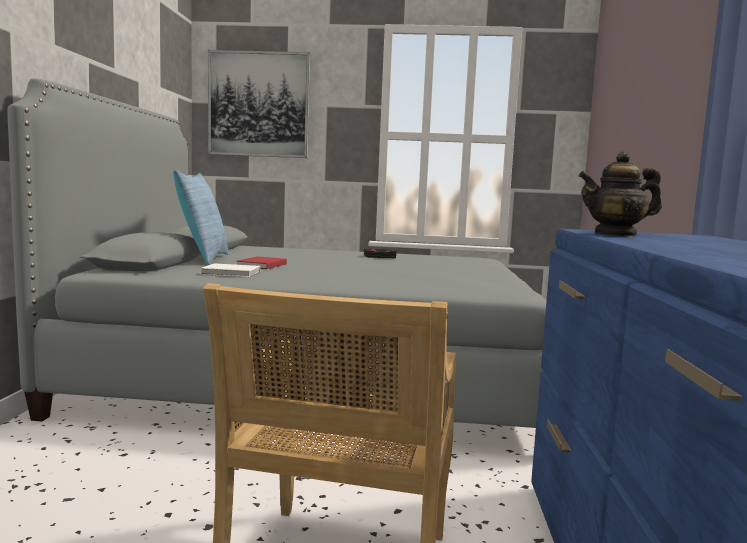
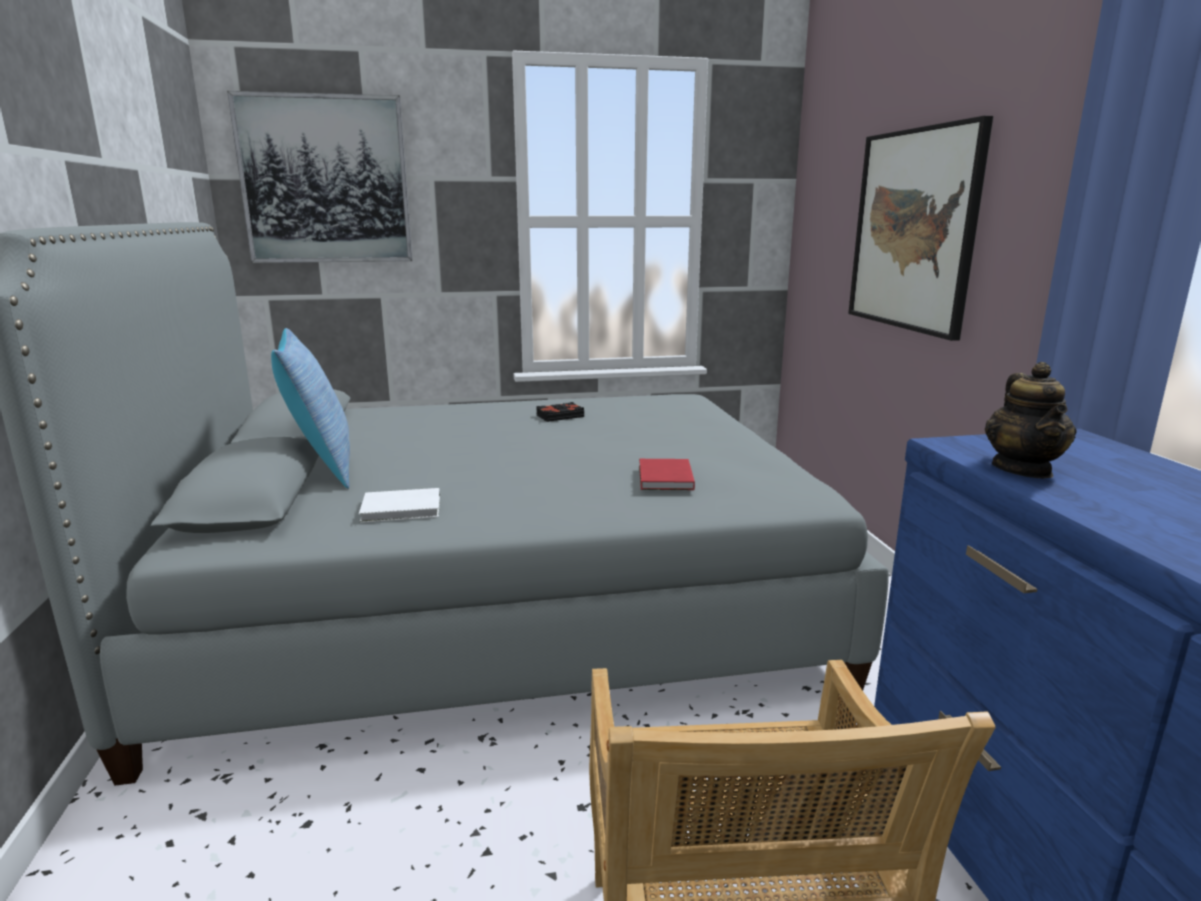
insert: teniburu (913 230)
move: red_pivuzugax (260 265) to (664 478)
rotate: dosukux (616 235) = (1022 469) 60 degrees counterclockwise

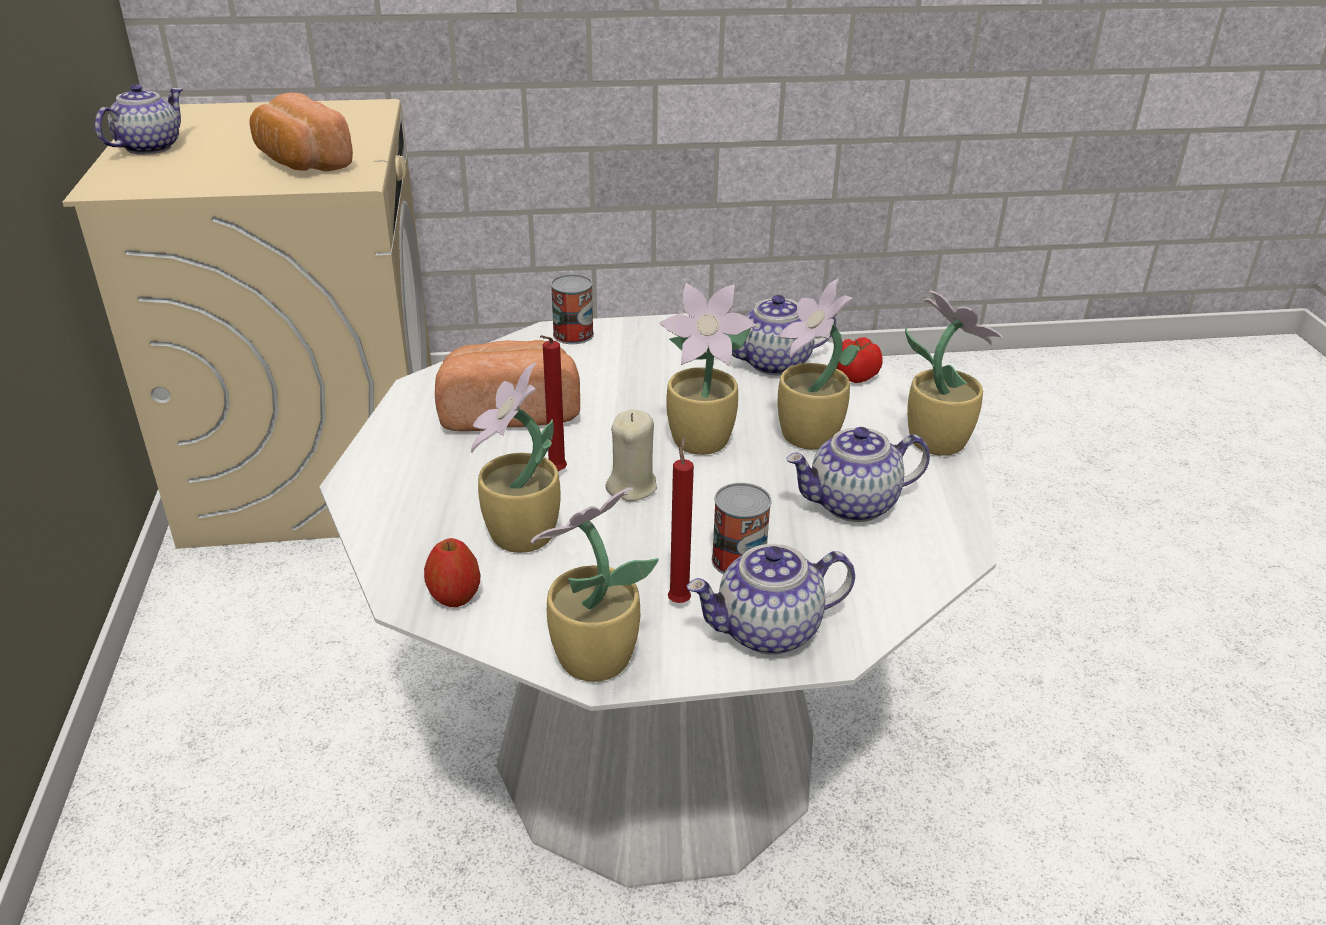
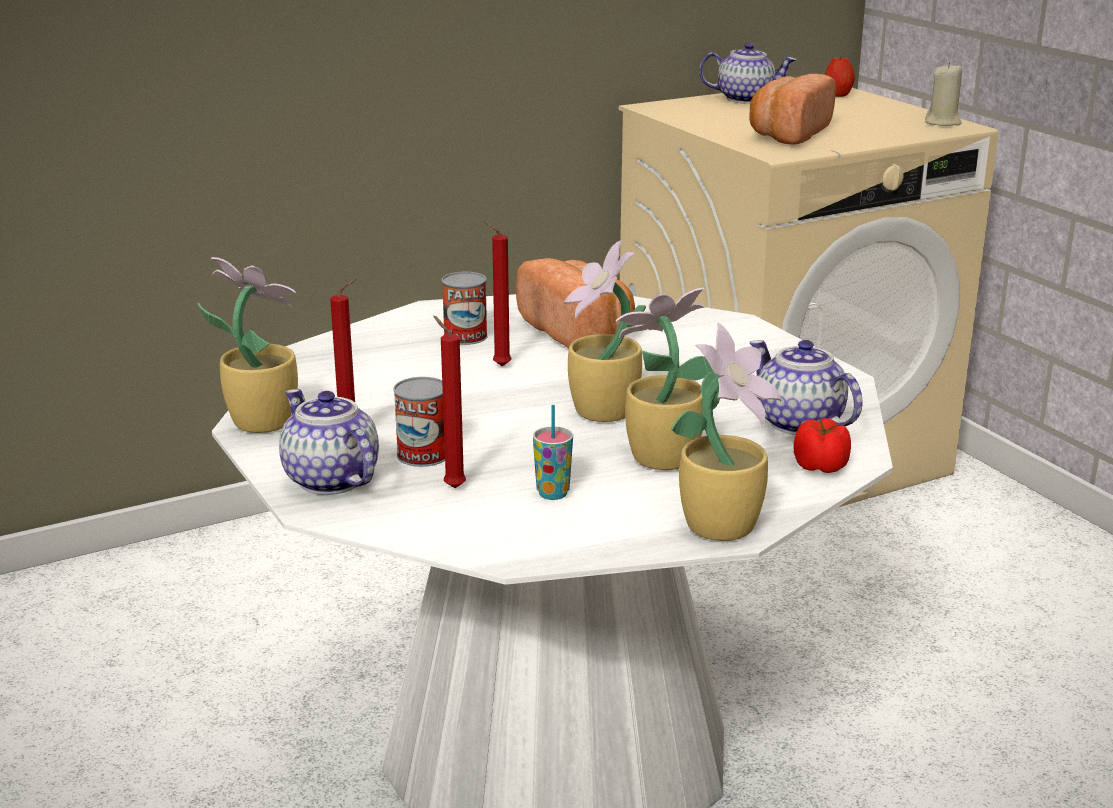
delete: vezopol (521 538)
insert: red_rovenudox (452 487)
move: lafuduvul (573 334) to (465 336); beige_rovenudox (632 486) to (943 123); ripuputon (455 596) to (838 95)
replace: dosukux (852 504) to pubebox (553 493)

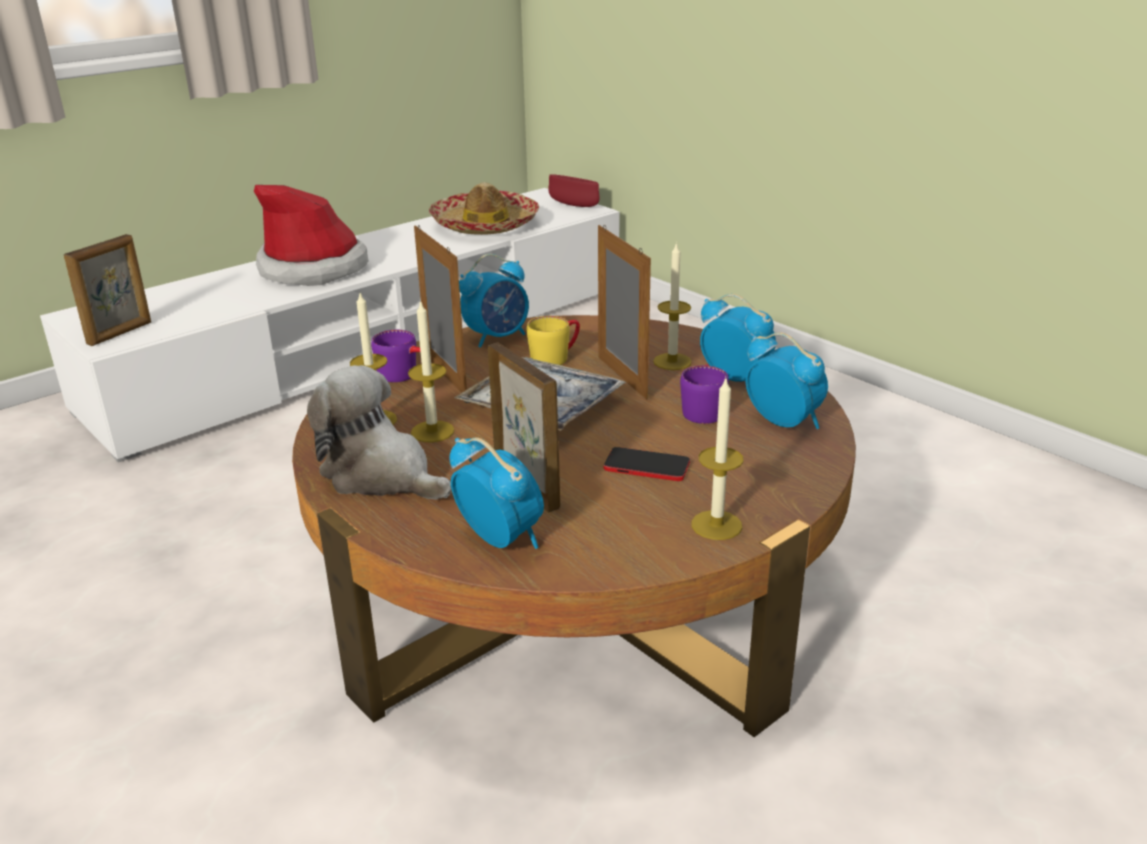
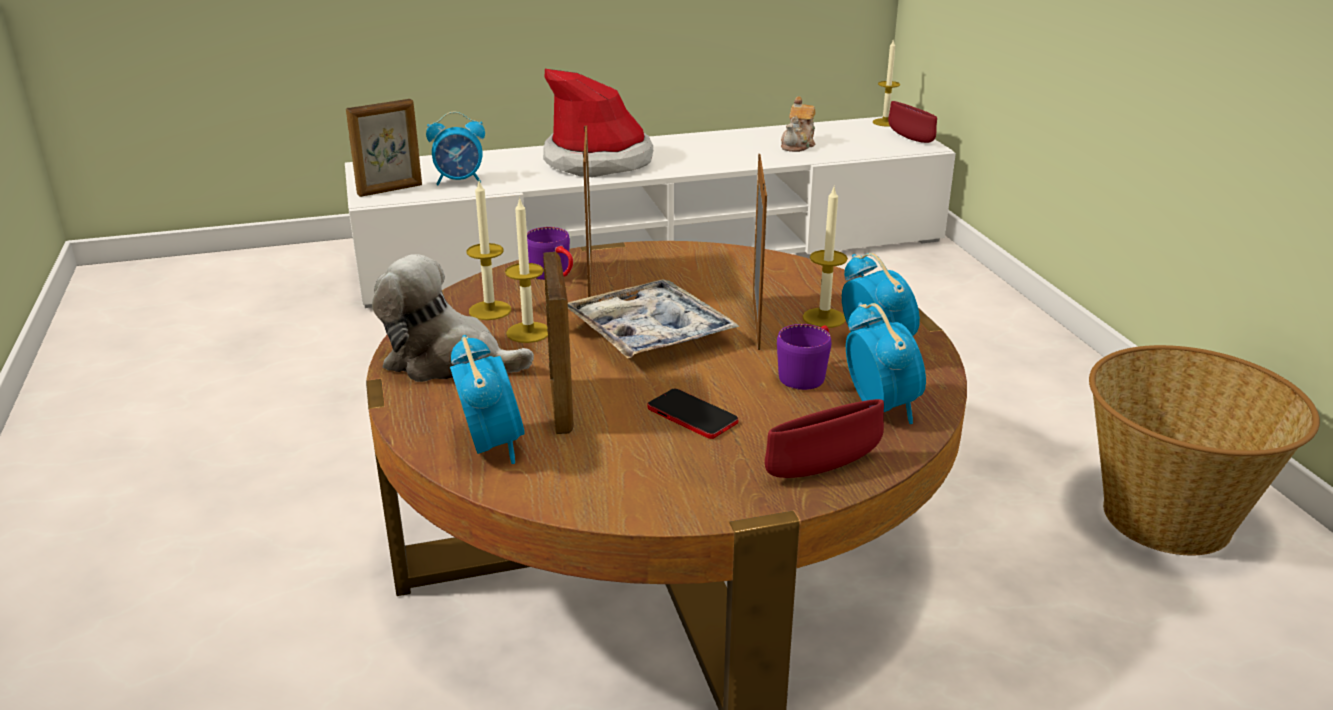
delete: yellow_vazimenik (556 356)
insert: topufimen (1168 516); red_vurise (823 468)
move: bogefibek (498 337) to (460 181); rovenudox (716 525) to (885 122)
replace: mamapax (485 225) to dosukux (798 145)
rotate: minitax (381 475) = (447 361) 45 degrees counterclockwise

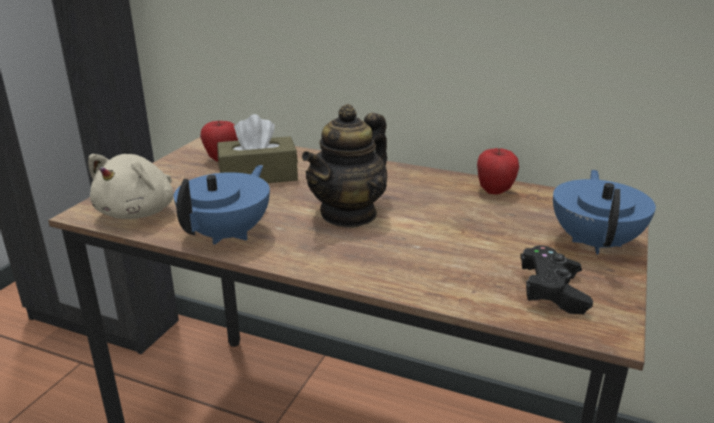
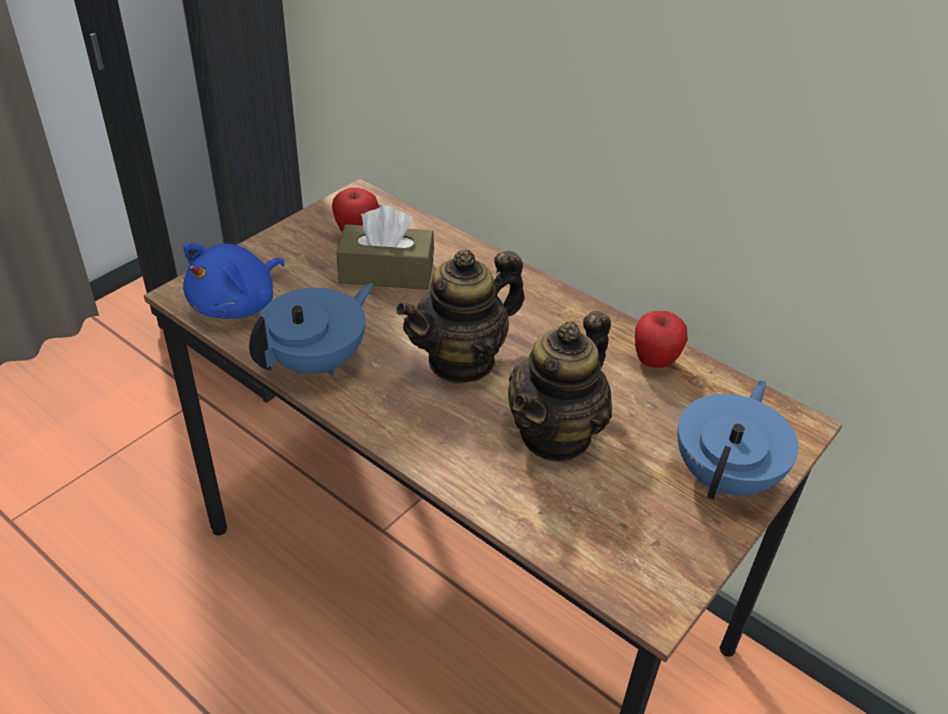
delete: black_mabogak (552 292)
insert: dosukux (556 434)
recolor: beige_minitax (139 212) to blue_minitax (237 304)

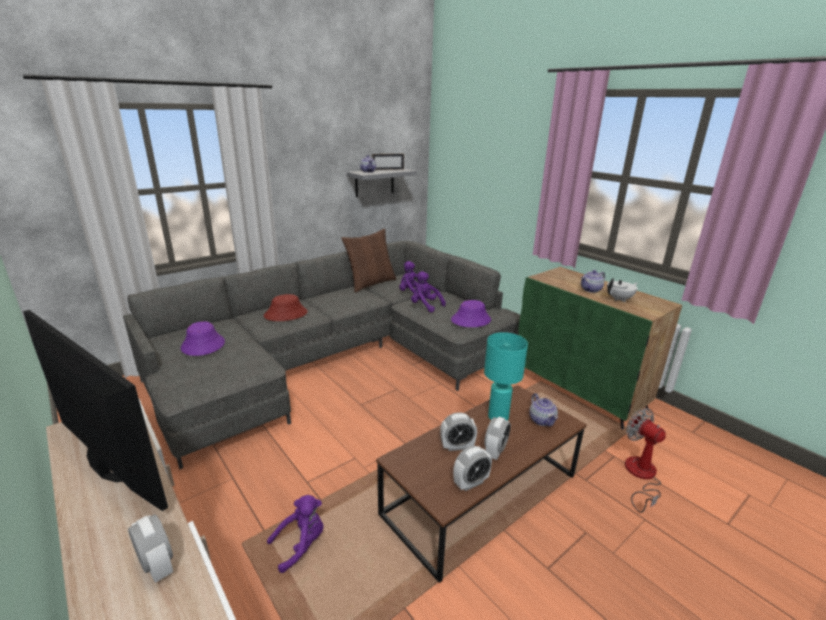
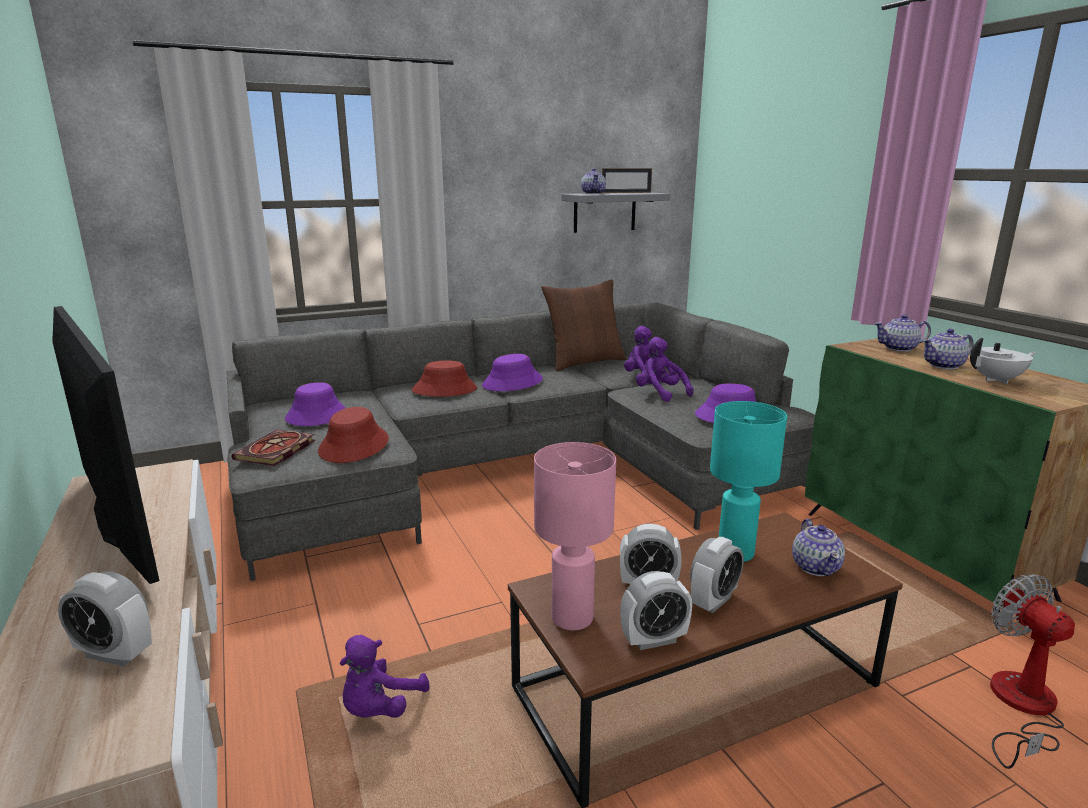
insert: dosukux (899 348); purple_mamapax (512 383); red_mamapax (354 446); pivuzugax (275 451); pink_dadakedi (572 617)
rotate: purple_minitax (301 544) = (380 708) 135 degrees clockwise; bogefibek (157 566) = (114 654) 135 degrees clockwise

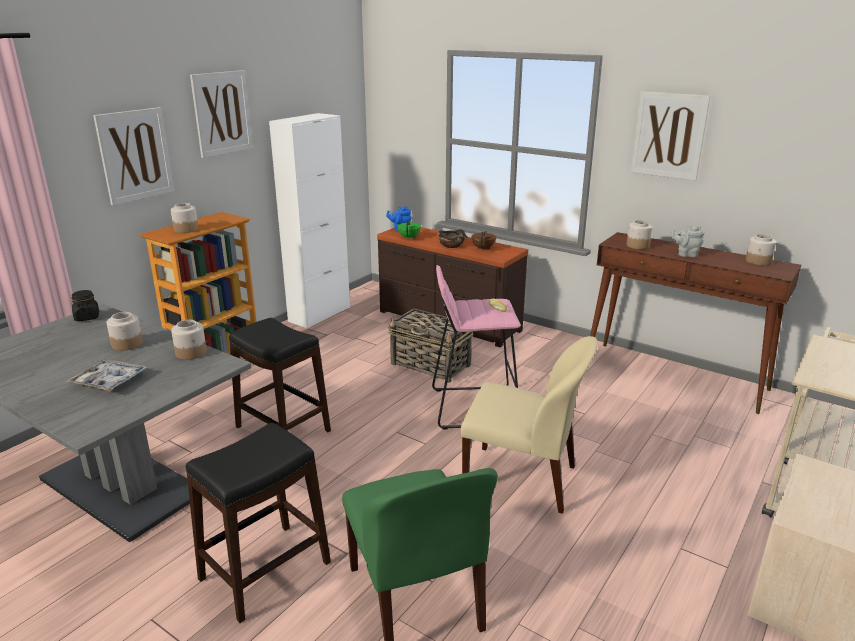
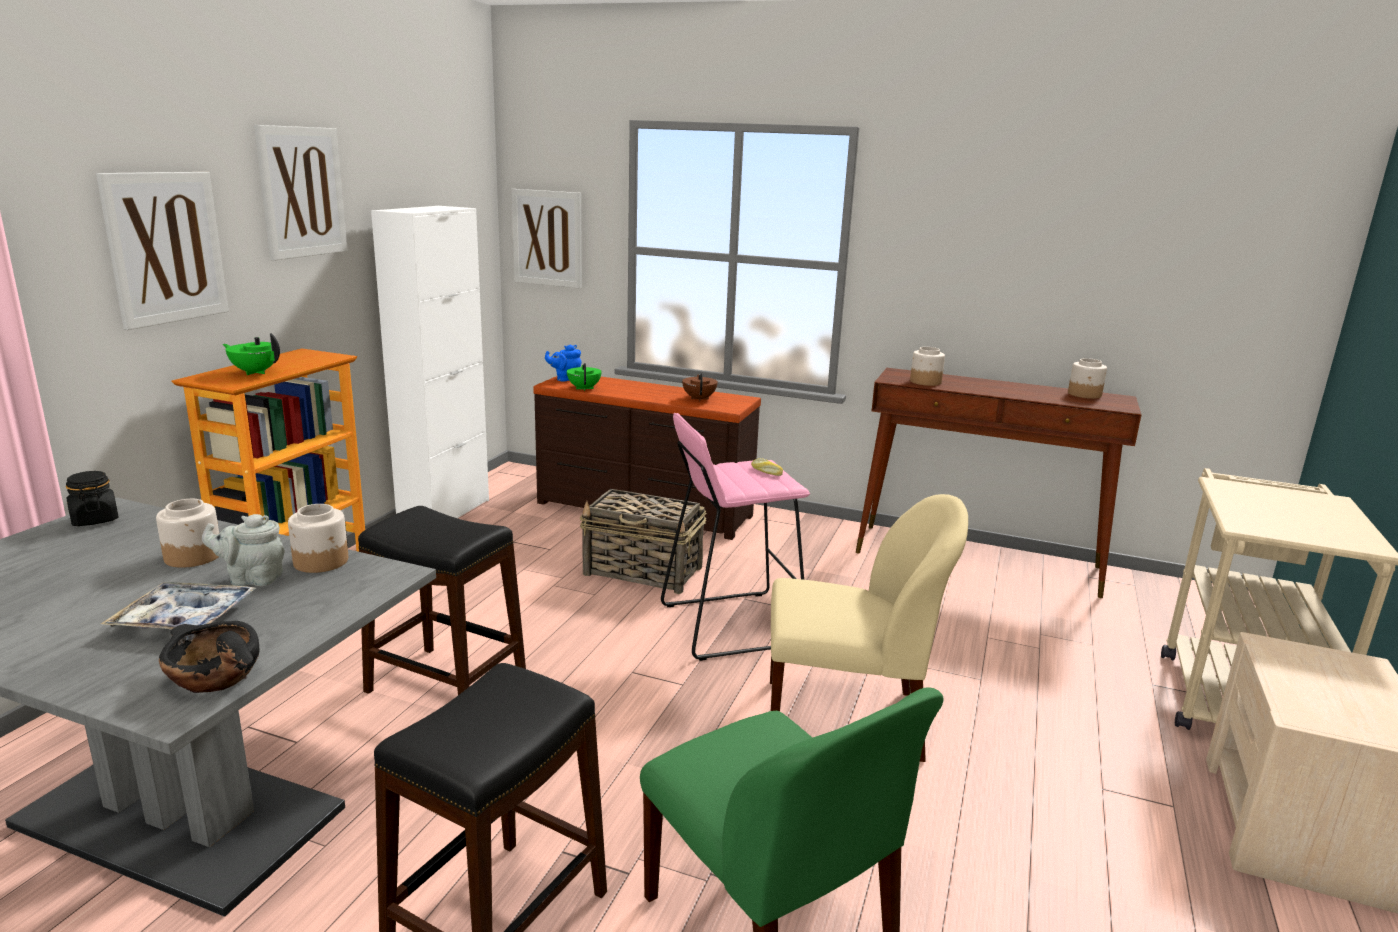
move: teniburu (668 135) to (547 238); grey_dosukux (685 254) to (252 578); black_vurise (451 245) to (214 677)
replace: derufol (186 229) to green_dosukux (255 372)

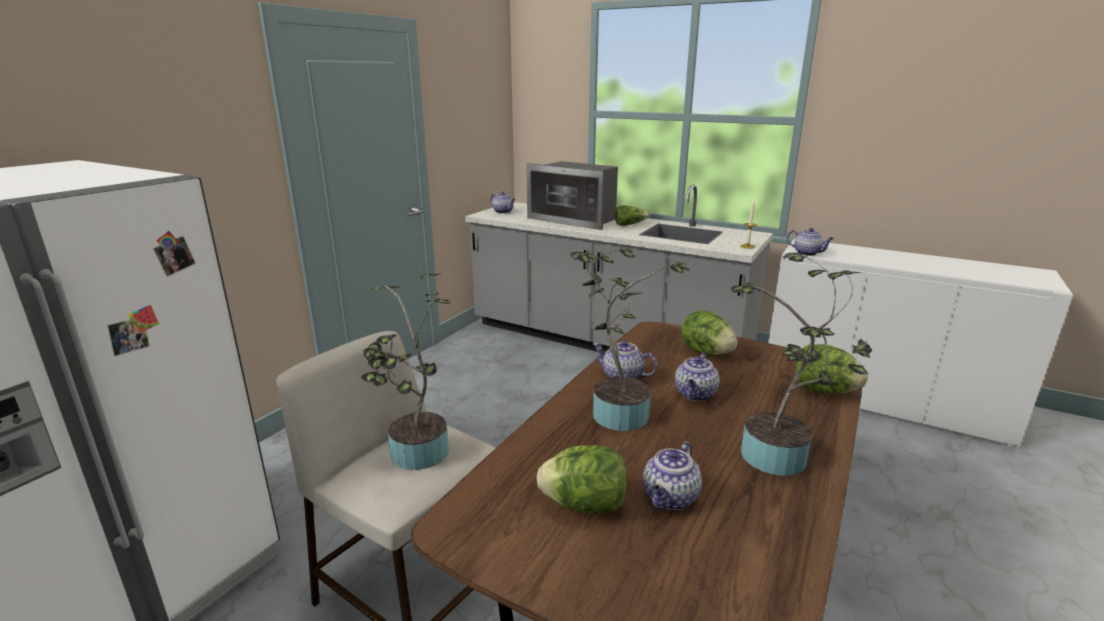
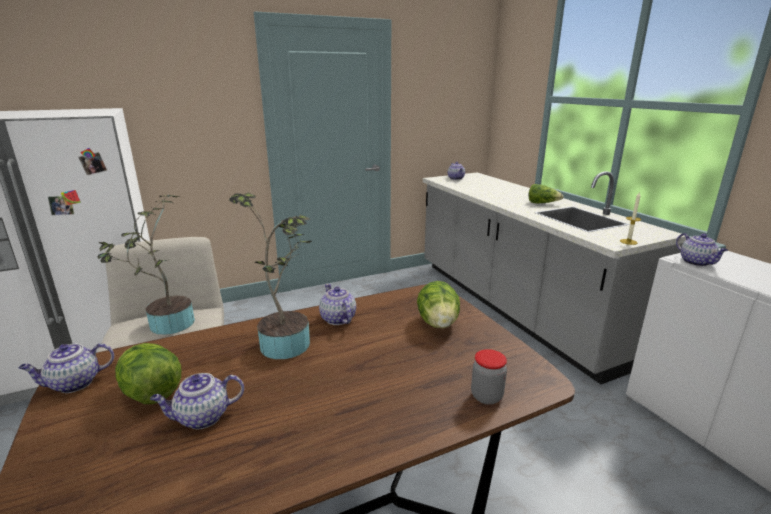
delete: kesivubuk (575 219); vezopol (780 460)
move: dosukux (695 395) to (74 384)
replace: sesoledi (823 391) to derufol (486 396)

